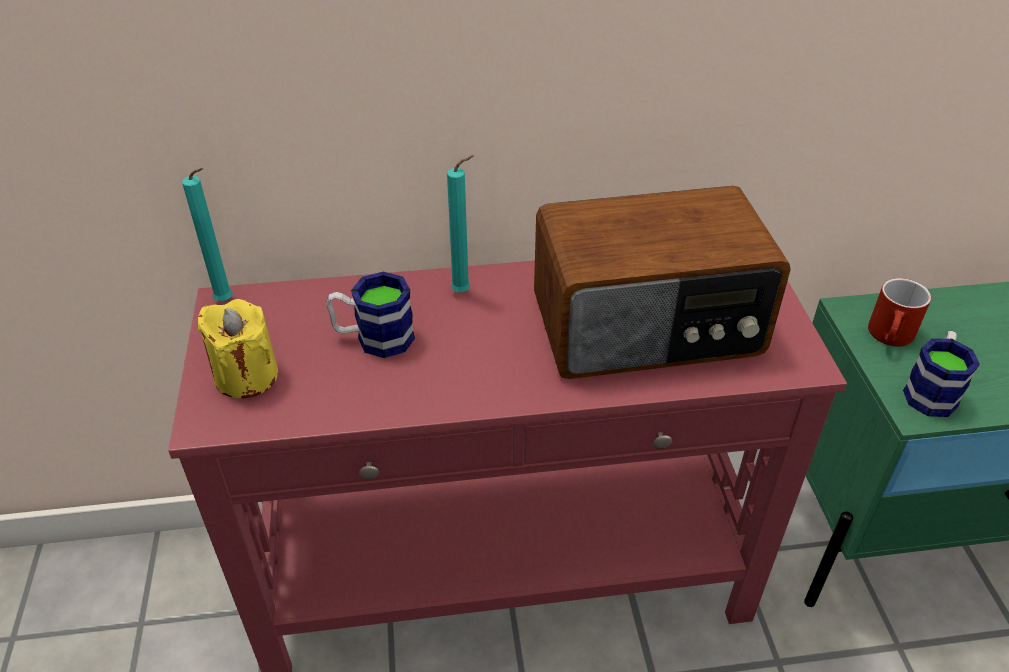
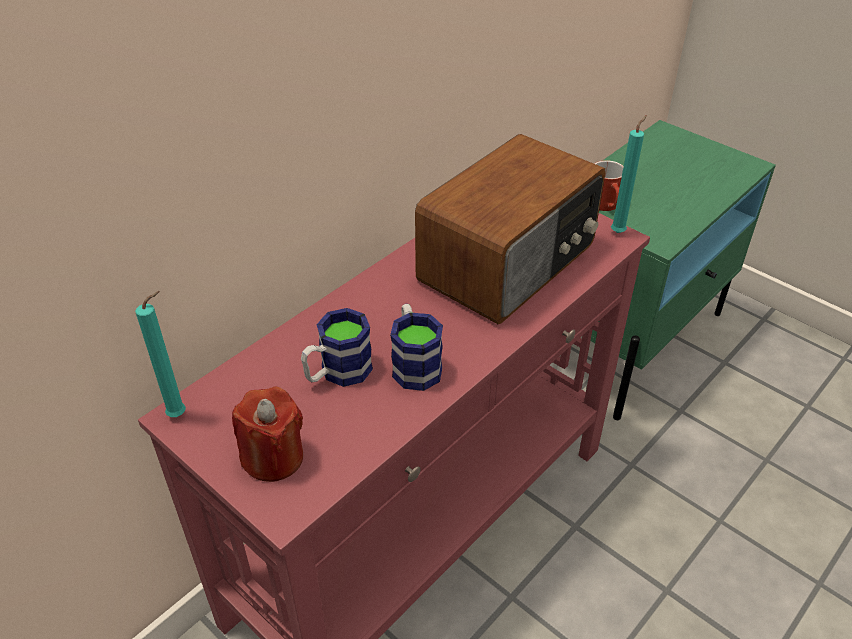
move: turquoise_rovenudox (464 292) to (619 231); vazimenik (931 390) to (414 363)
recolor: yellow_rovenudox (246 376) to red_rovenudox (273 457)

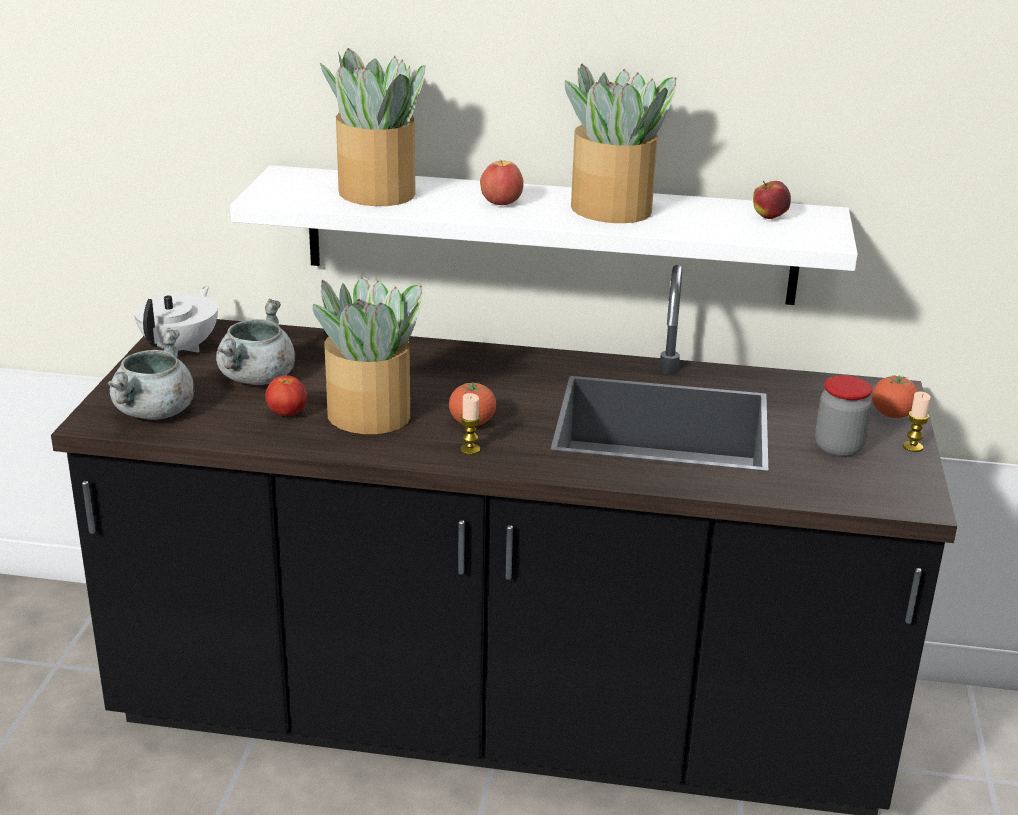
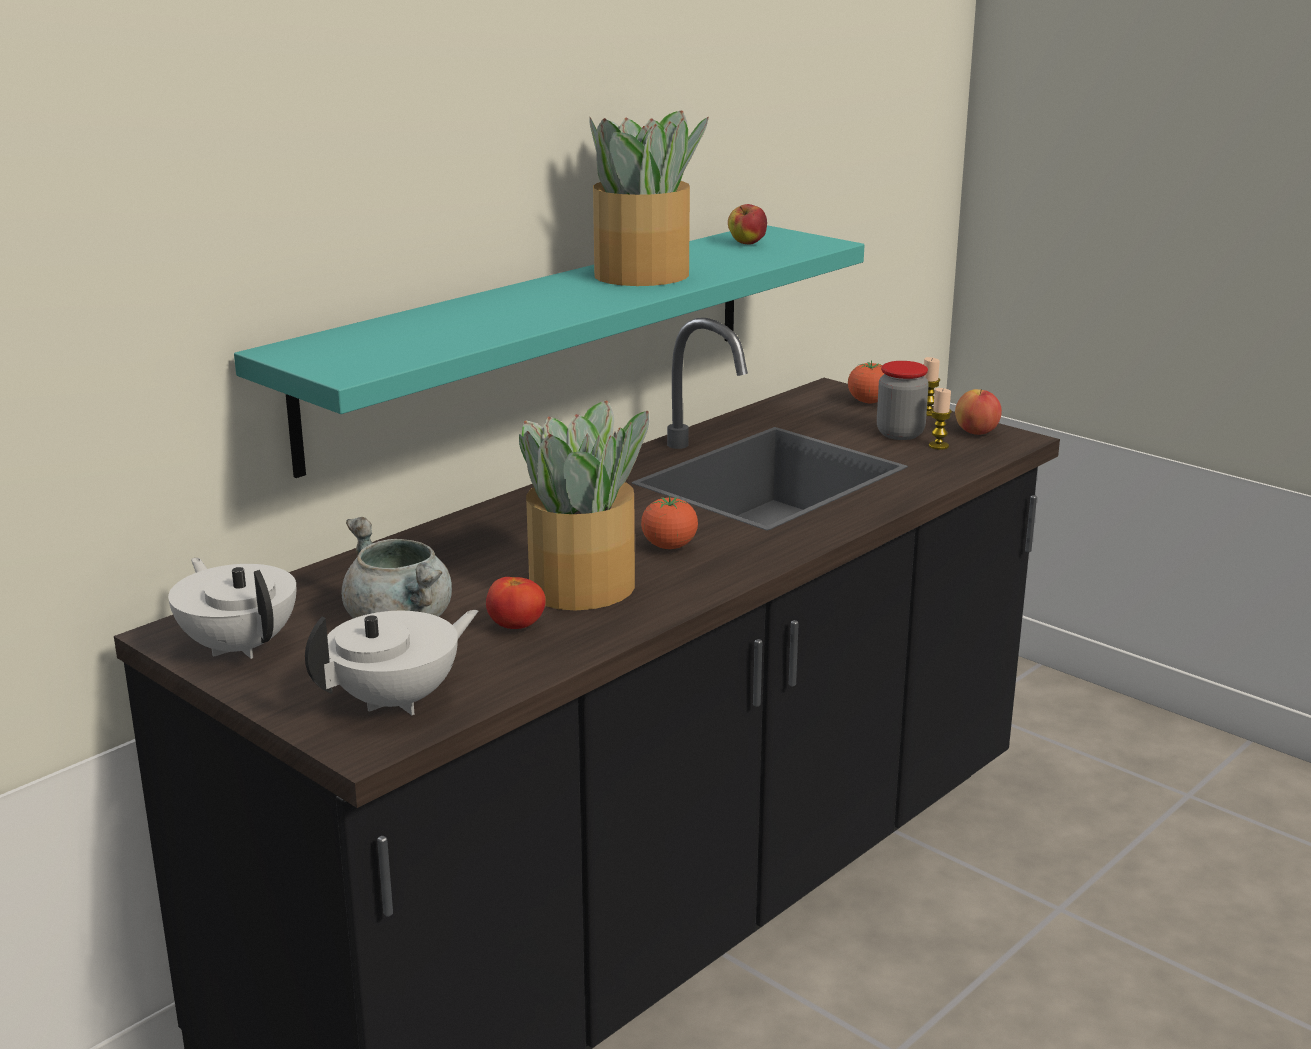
delete: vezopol (377 193)
move: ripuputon (501 203) to (976 432); rovenudox (470 449) to (938 446)
replace: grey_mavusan (155 412) to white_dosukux (398 701)
recolor: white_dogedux (549 235) to turquoise_dogedux (537 339)

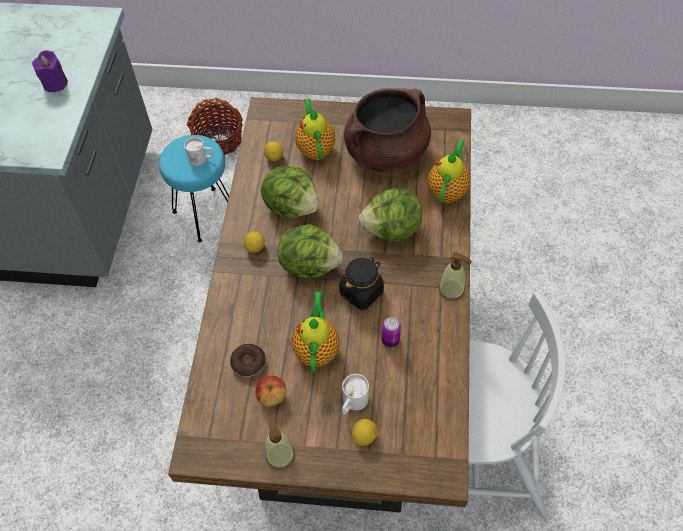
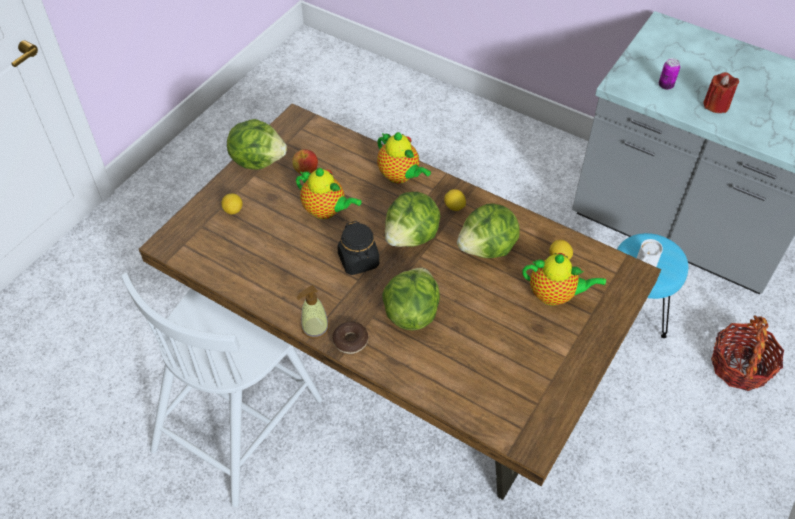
delete: brown_mavusan (386 154); white_vazimenik (352 403)
move: dosukux (448 190) to (400 176); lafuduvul (390 340) to (665 85); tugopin (248 363) to (350 341)
replace: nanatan (280 455) to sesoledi (258 160)
recolor: purple_rovenudox (55 83) to red_rovenudox (716 105)

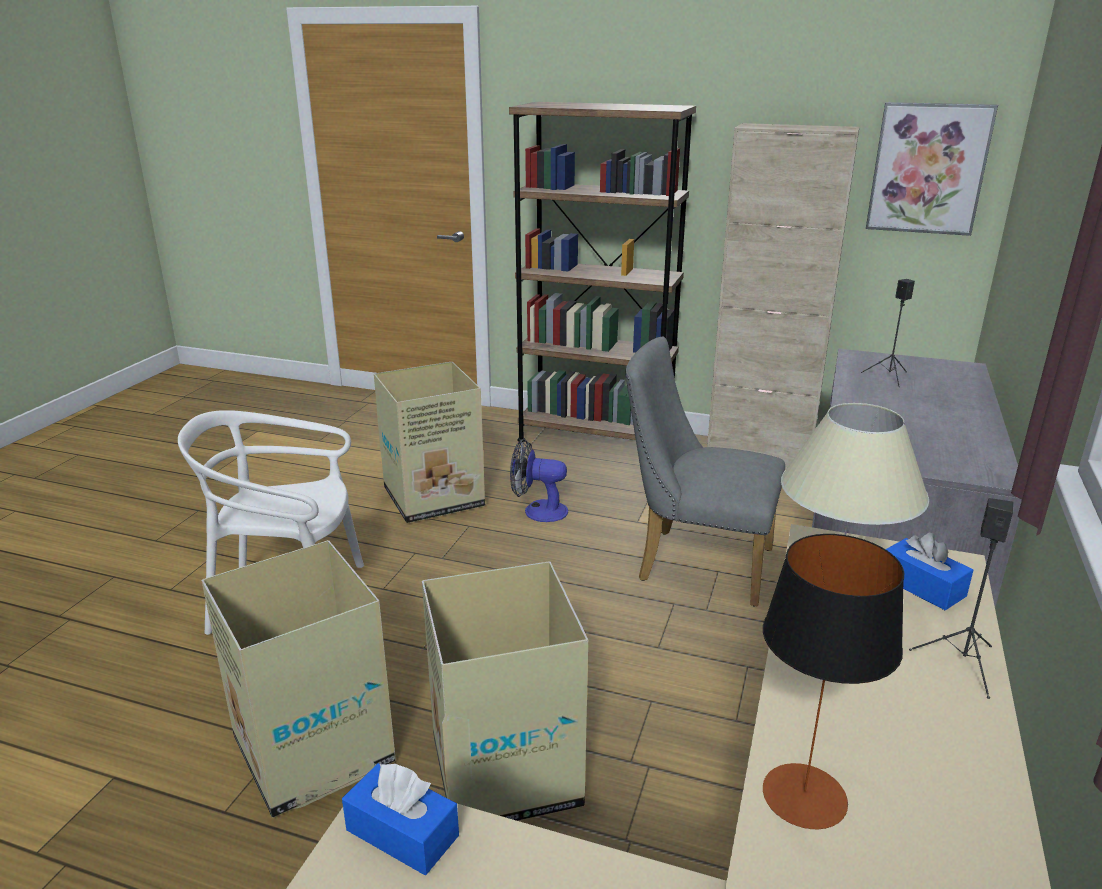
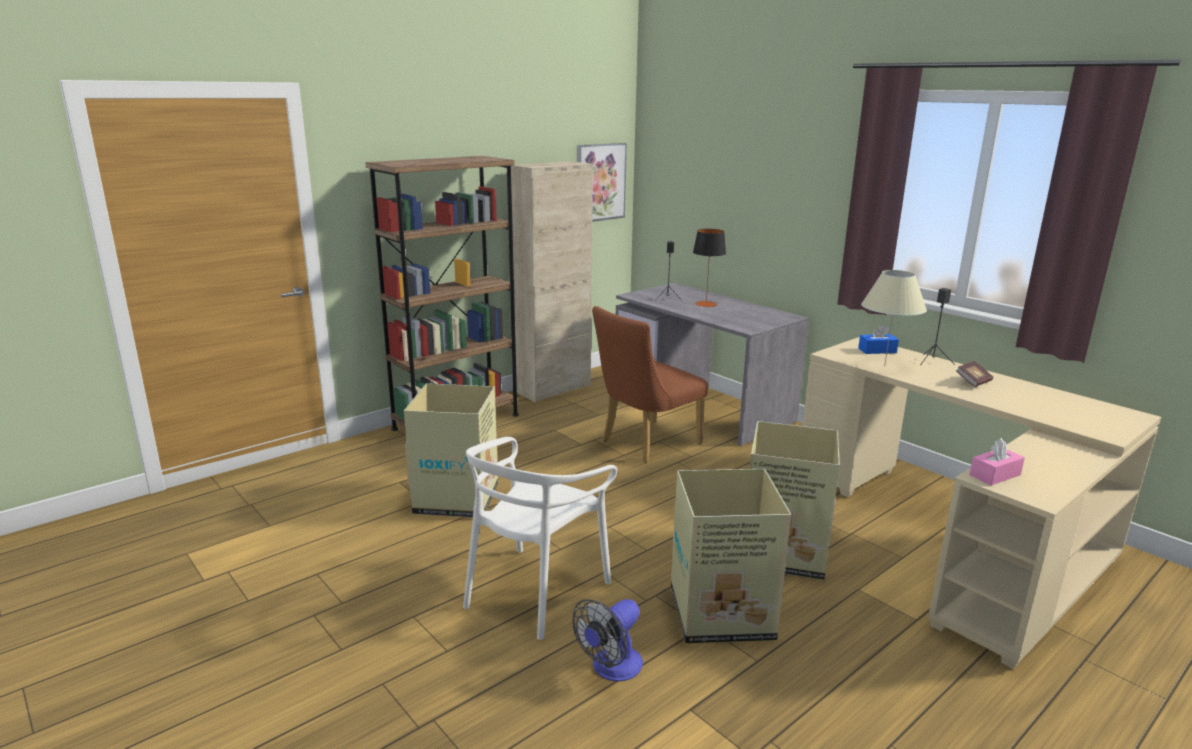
insert: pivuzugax (973 382)
move: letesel (538 510) to (611 668); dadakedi (804 796) to (706 304)
recolor: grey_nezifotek (695 563) to brown_nezifotek (645 444); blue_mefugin (402 833) to pink_mefugin (994 475)

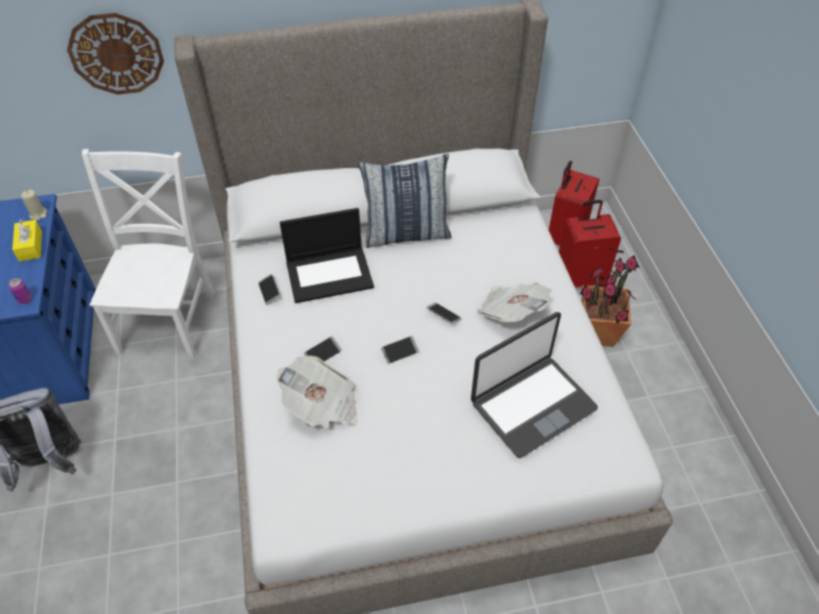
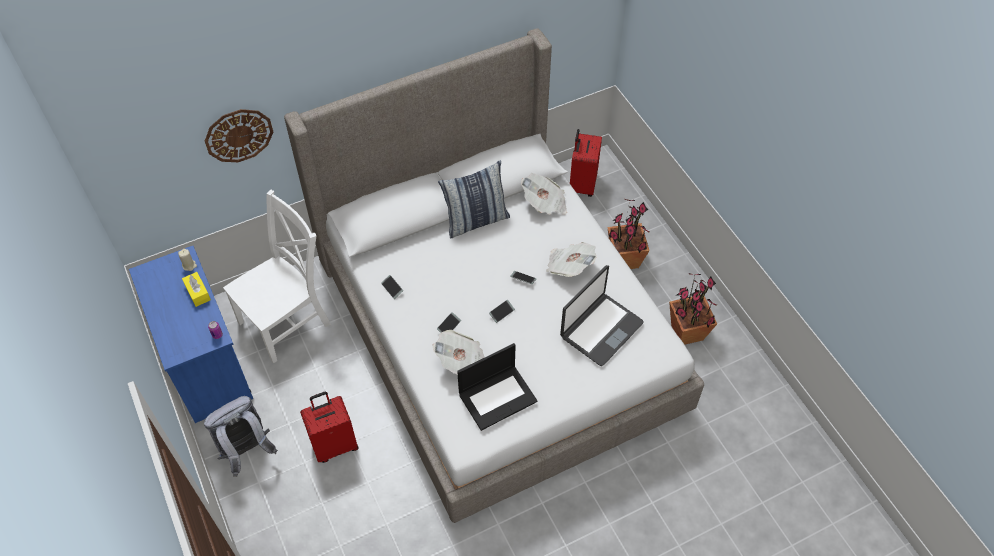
insert: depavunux (545 203); vezopol (686 333)
move: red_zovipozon (580 278) to (335 445); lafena (330 274) to (498 396)
rotate: white_nezifotek (168 318) = (288 321) 60 degrees clockwise

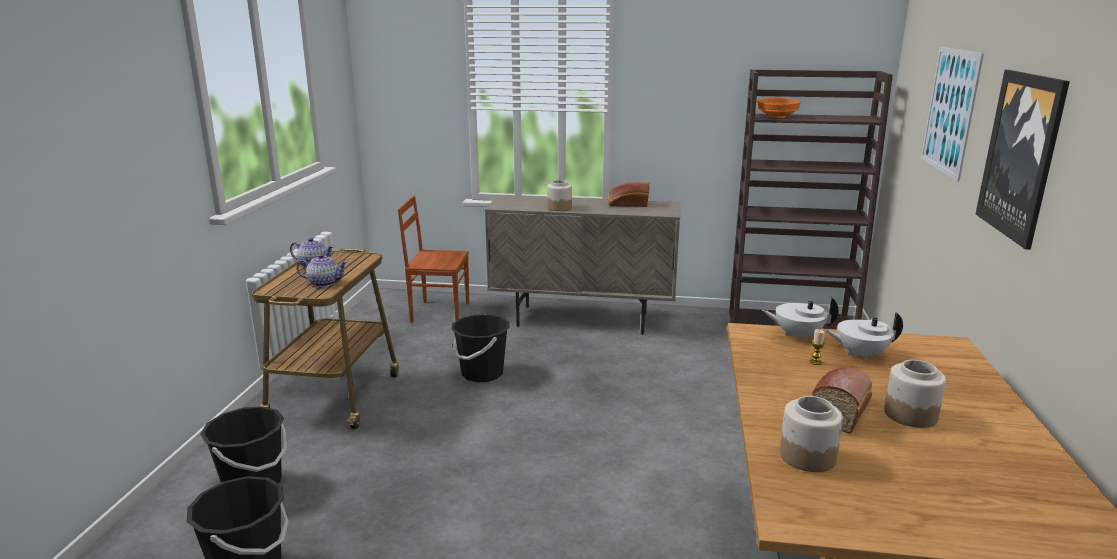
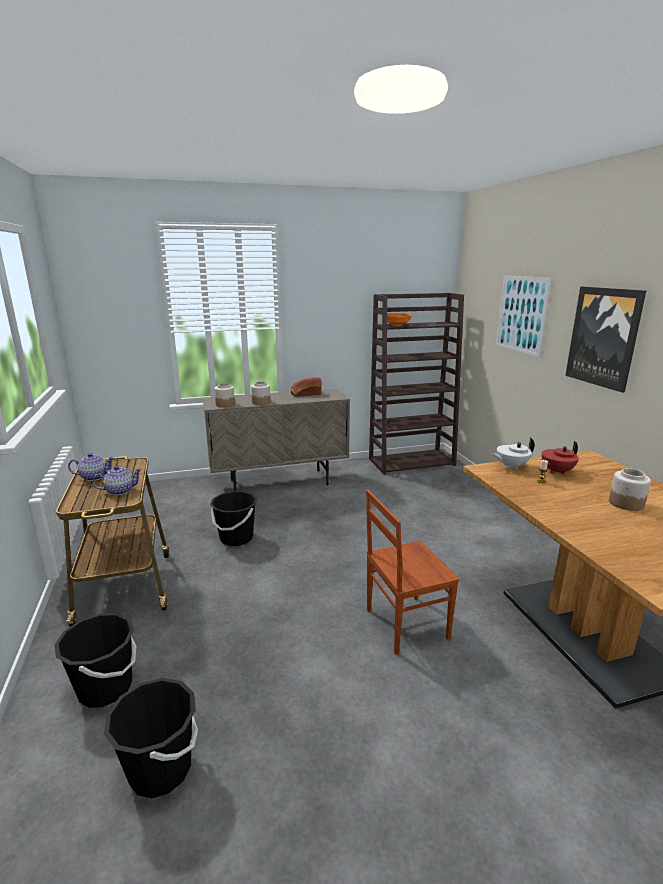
delete: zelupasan (842 410)
move: brown_nezifotek (439 312) to (404 623); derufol (807 456) to (225 404)
recolor: white_dosukux (860 354) to red_dosukux (556 471)

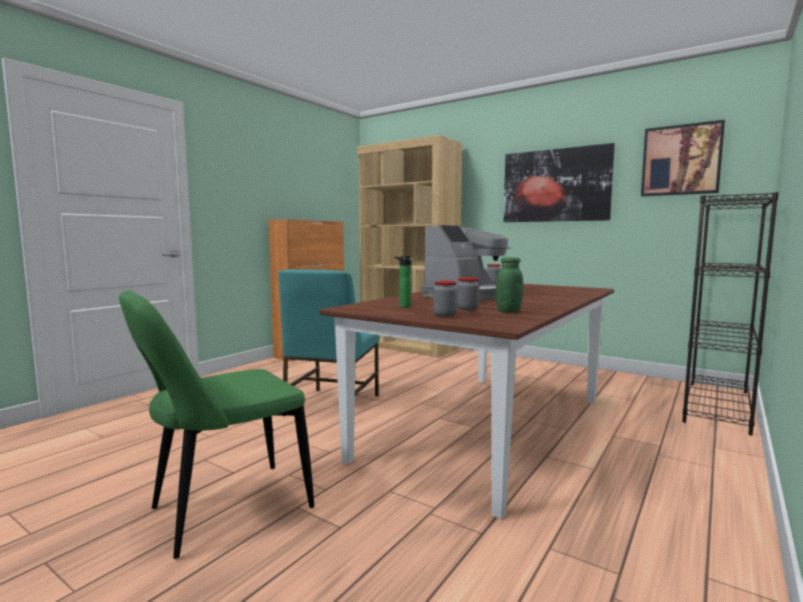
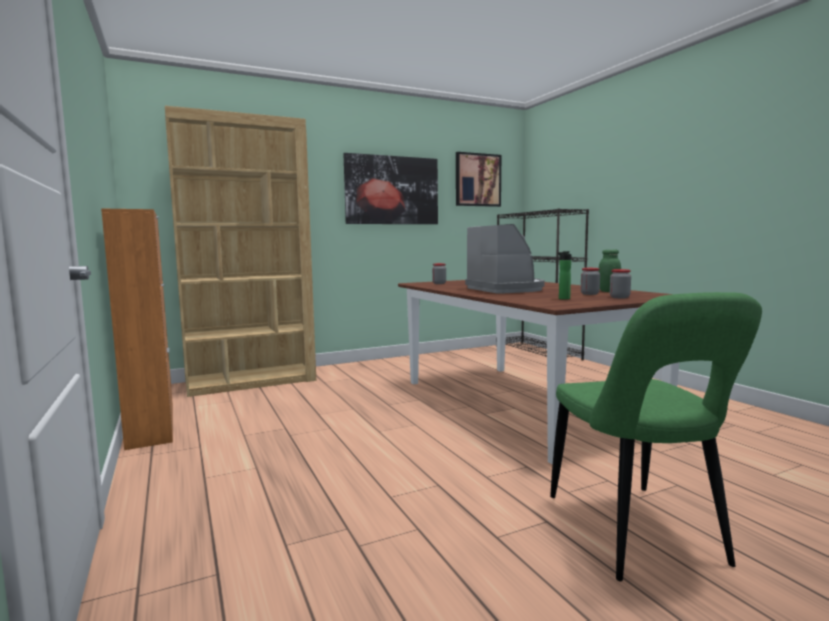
delete: turquoise_nezifotek (331 405)

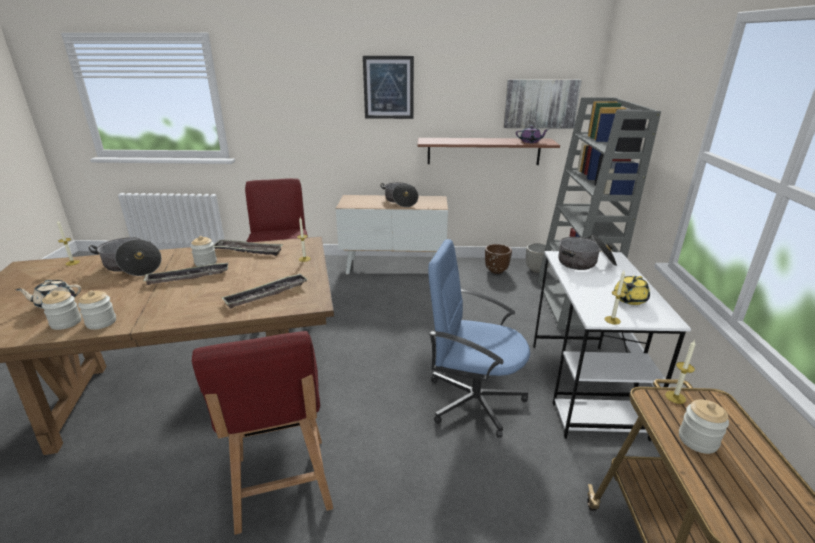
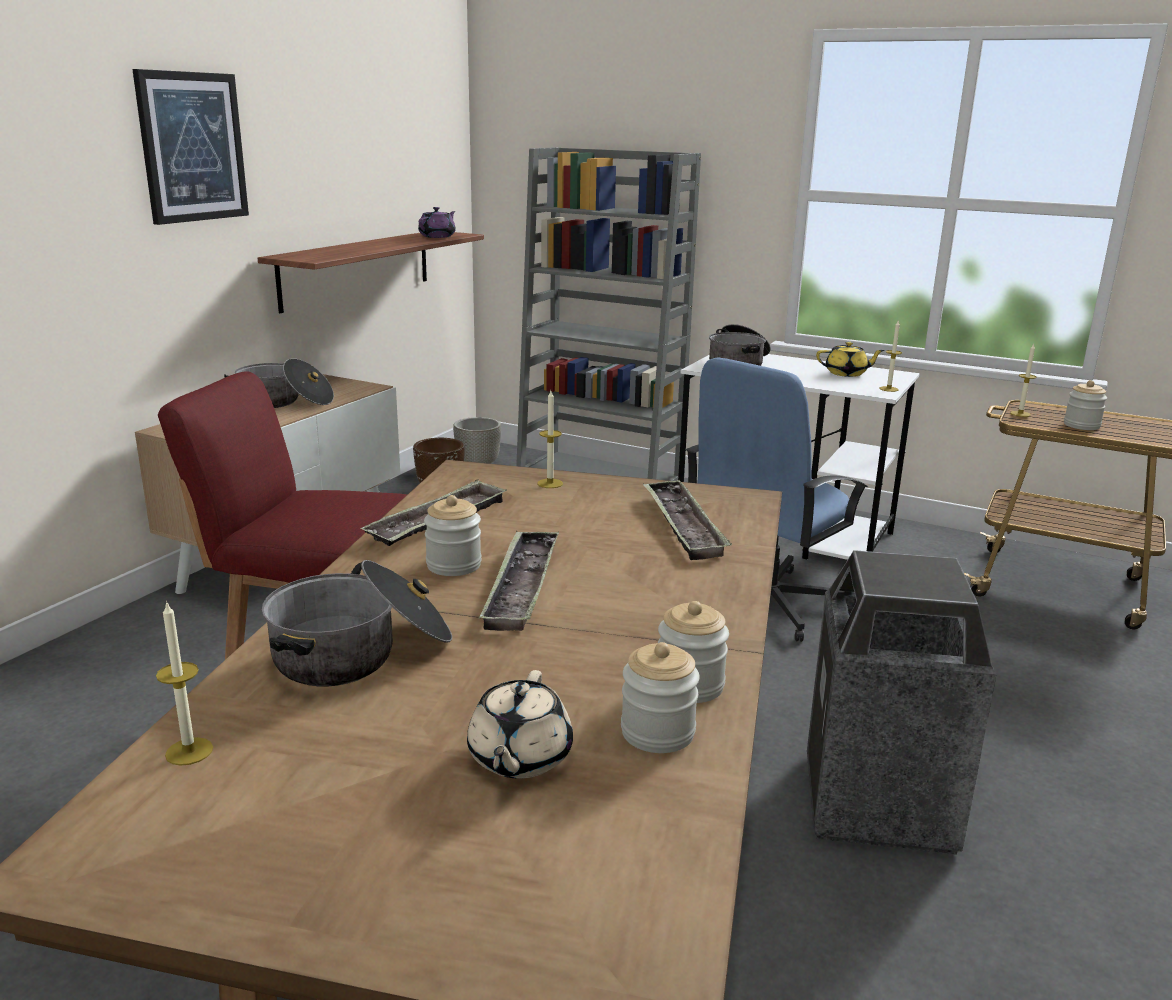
delete: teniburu (540 104)
replace: red_nezifotek (282 485) to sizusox (878 804)
rotate: yellow_dosukux (629 299) = (846 373) 60 degrees counterclockwise

